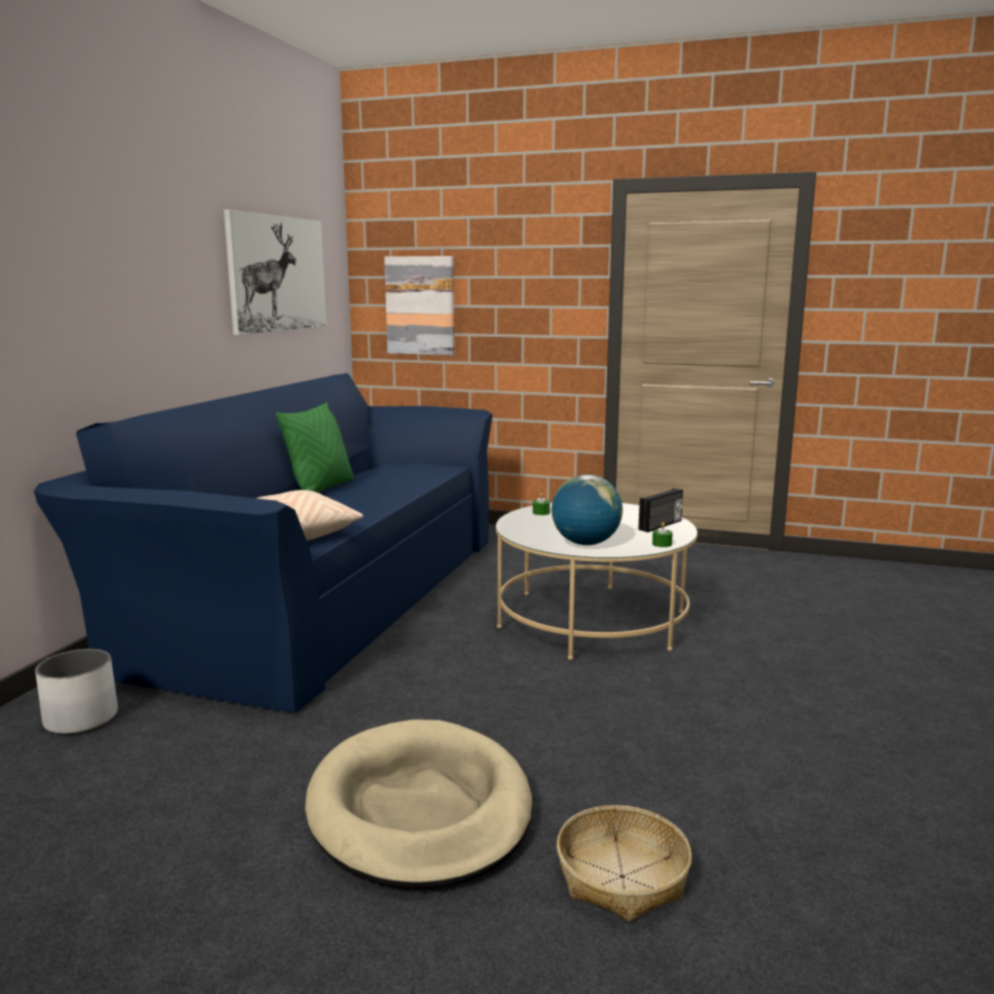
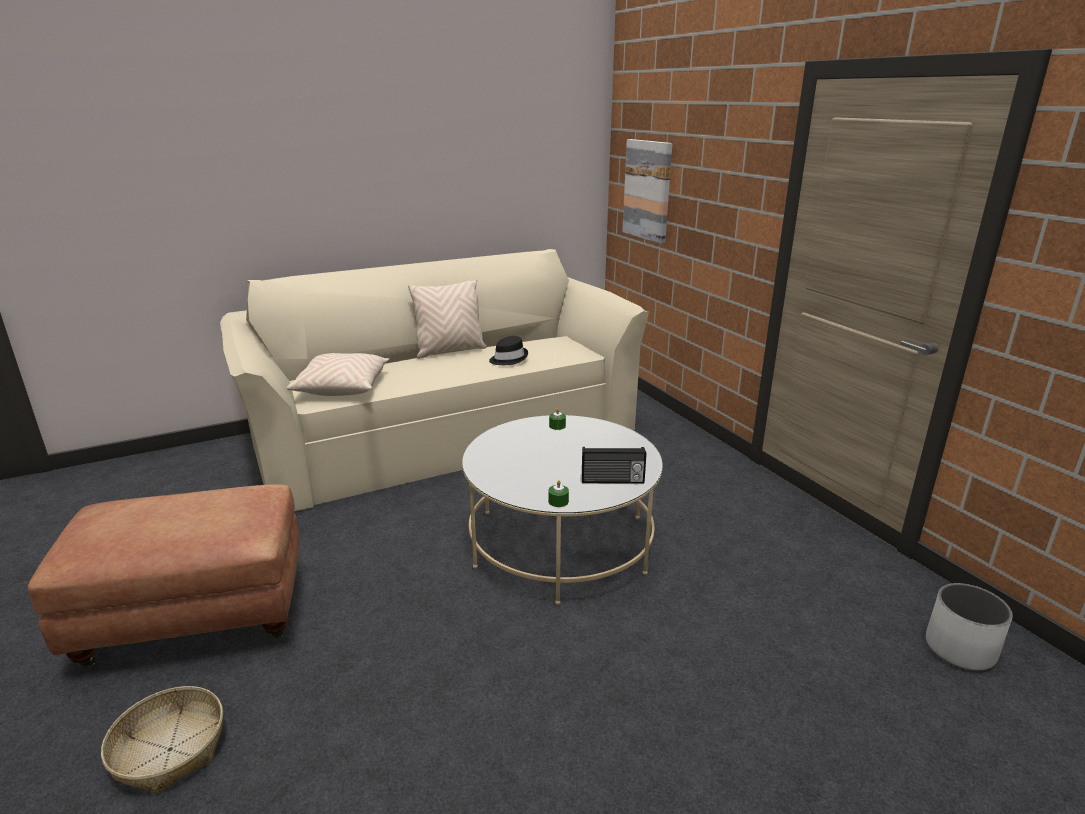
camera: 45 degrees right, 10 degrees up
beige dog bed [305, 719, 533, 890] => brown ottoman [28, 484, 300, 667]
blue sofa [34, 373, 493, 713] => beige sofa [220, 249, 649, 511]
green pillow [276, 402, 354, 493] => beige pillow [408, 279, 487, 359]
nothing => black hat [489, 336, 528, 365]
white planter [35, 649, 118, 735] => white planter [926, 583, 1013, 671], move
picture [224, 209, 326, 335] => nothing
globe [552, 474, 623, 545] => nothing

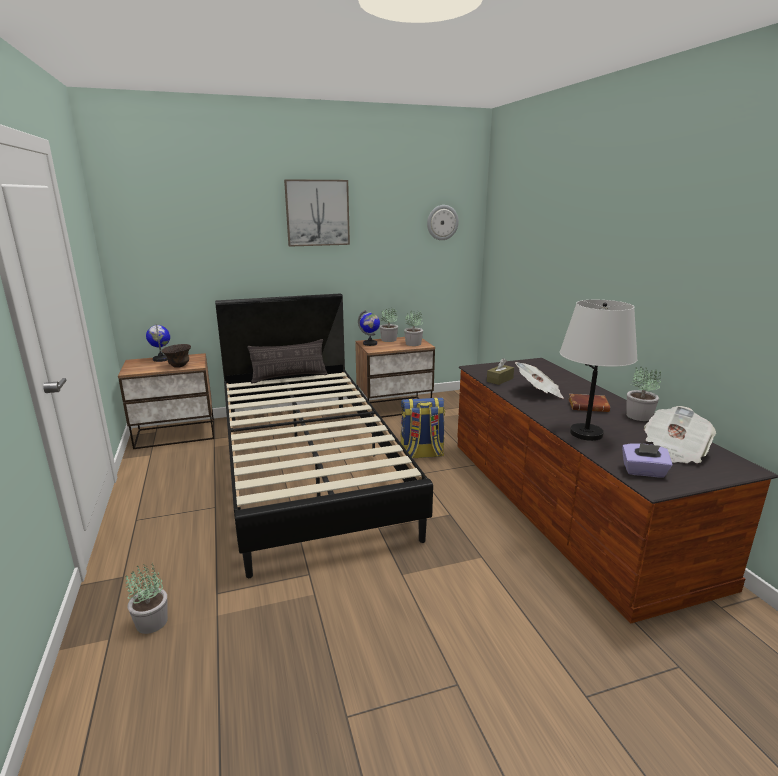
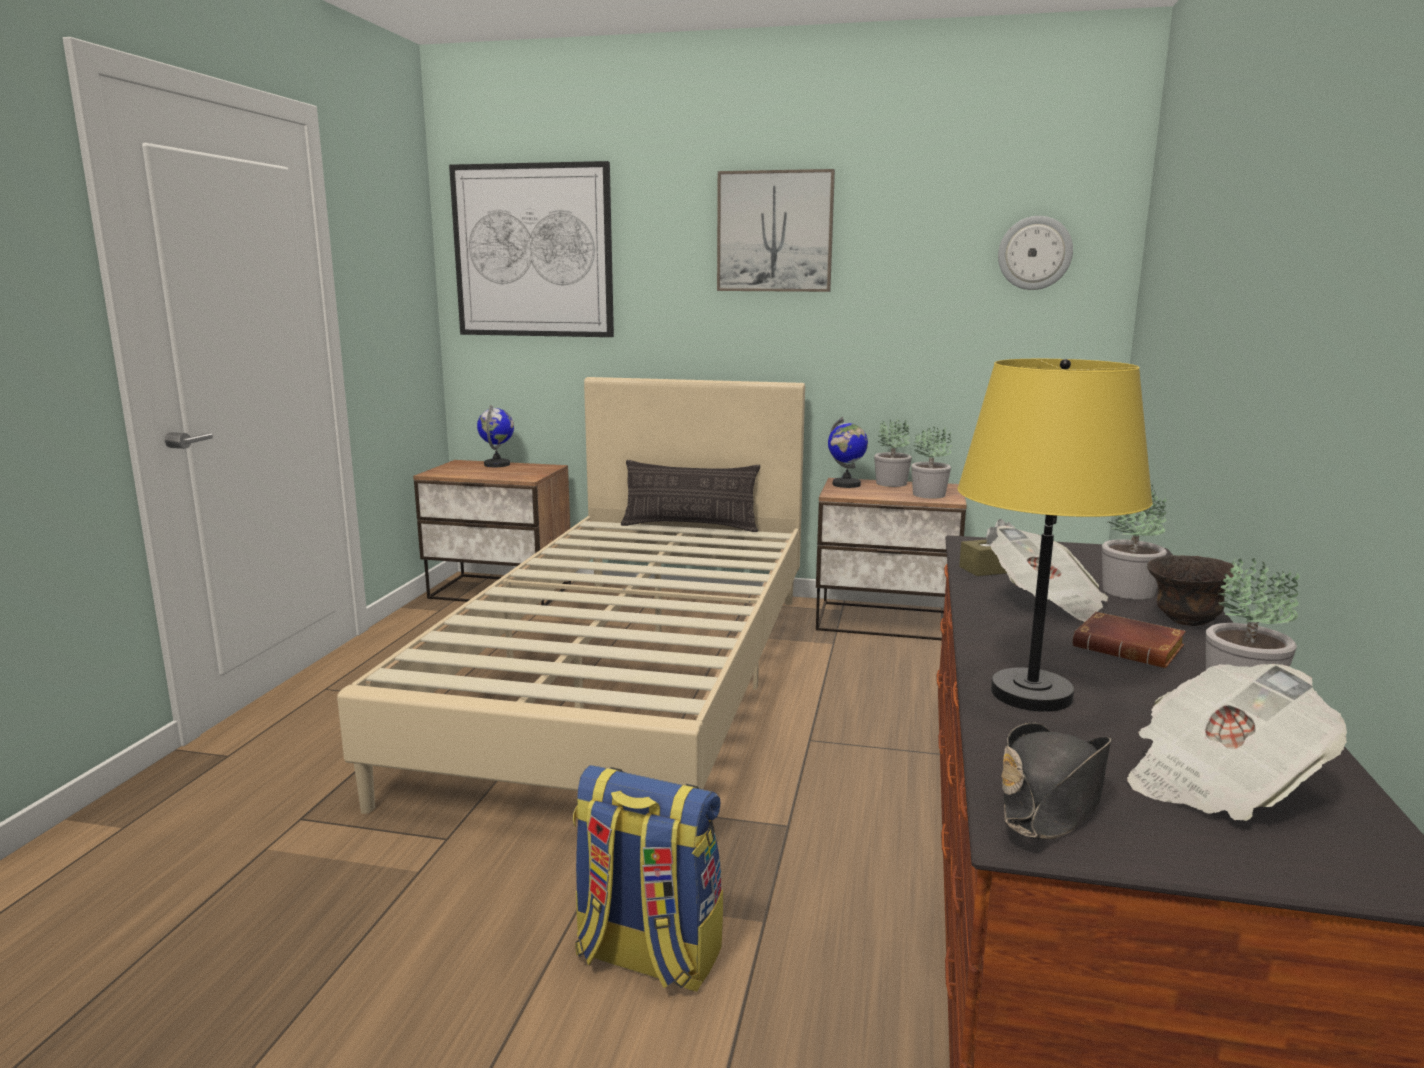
camera: 30 degrees right, 5 degrees down
black bed [215, 293, 433, 578] => beige bed [337, 377, 805, 814]
nothing => picture [449, 161, 614, 337]
backpack [401, 398, 445, 458] => backpack [573, 765, 723, 992], move
white table lamp [560, 300, 638, 441] => yellow table lamp [958, 359, 1153, 712]
purple tissue box [622, 443, 673, 478] => black hat [1001, 722, 1111, 839]
potted plant [125, 561, 168, 634] => potted plant [1102, 484, 1167, 599], move
brown bowl [161, 344, 191, 368] => brown bowl [1147, 555, 1241, 626], move

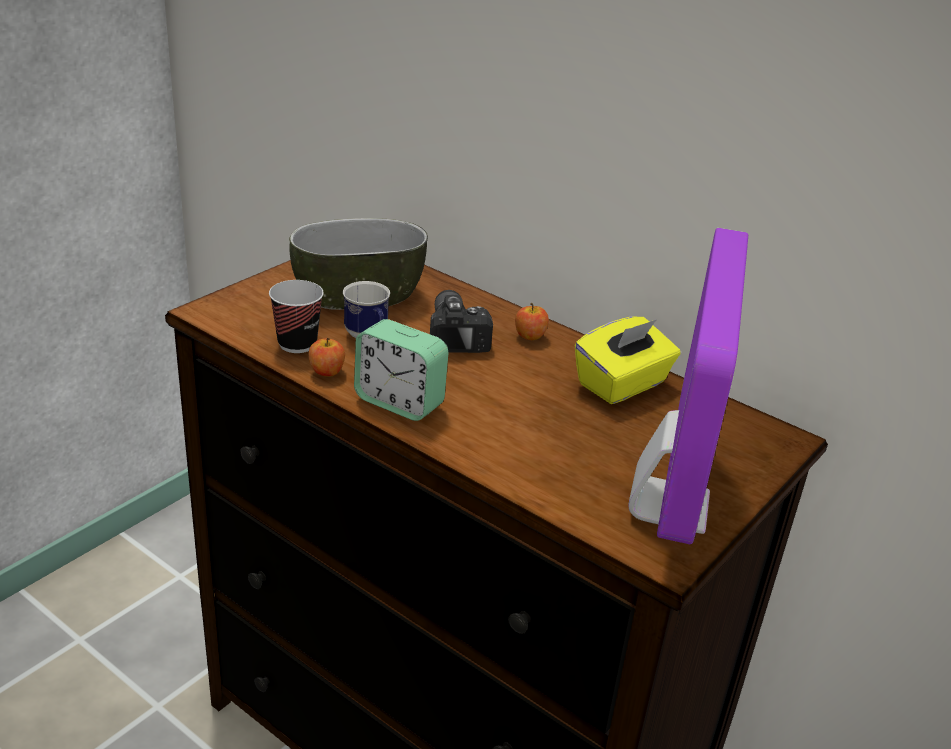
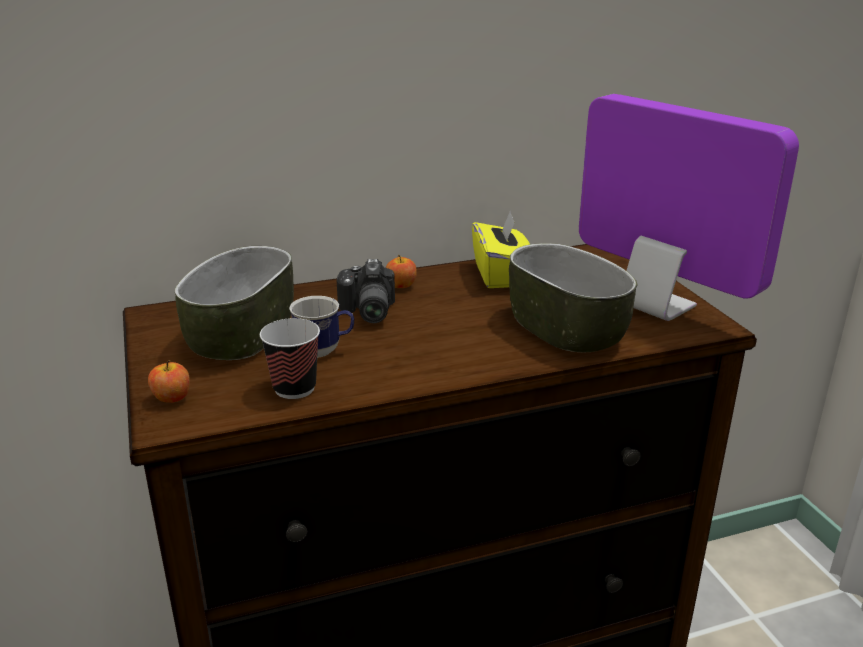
camera: 55 degrees left, 5 degrees down
apple [309, 338, 345, 377] => apple [148, 360, 190, 403], move
photo camera [430, 290, 493, 353] => photo camera [337, 259, 395, 323], 120 degrees counterclockwise
nothing => bowl [509, 243, 638, 352]
alarm clock [354, 319, 449, 421] => nothing

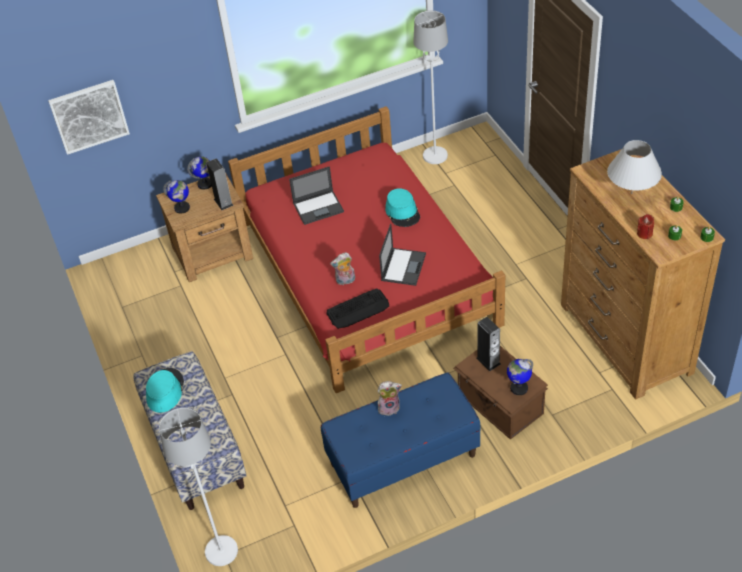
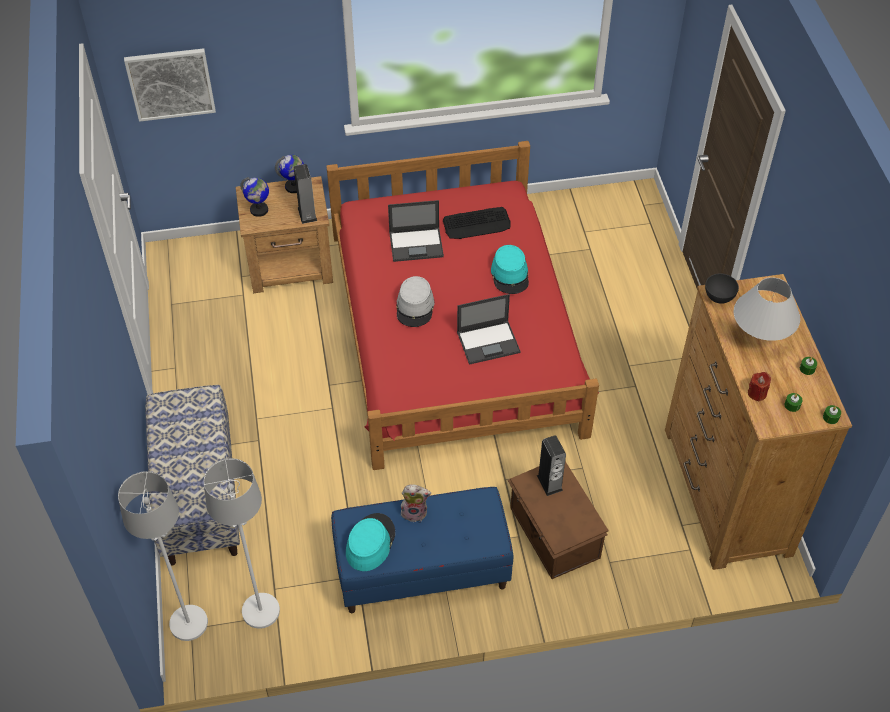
camera: 10 degrees right, 5 degrees up
white floor lamp [413, 10, 448, 164] => white floor lamp [204, 458, 280, 629], move
turquoise hat [146, 368, 184, 413] => turquoise hat [346, 513, 395, 571], move
nothing => grey hat [396, 276, 435, 327]
keyboard [326, 288, 389, 329] => keyboard [443, 207, 511, 239], move
laptop [379, 224, 426, 286] => laptop [457, 294, 521, 365], 45 degrees clockwise
nothing => grey bowl [705, 274, 739, 304]
plush toy [330, 252, 355, 285] => nothing
globe [507, 359, 533, 395] => nothing

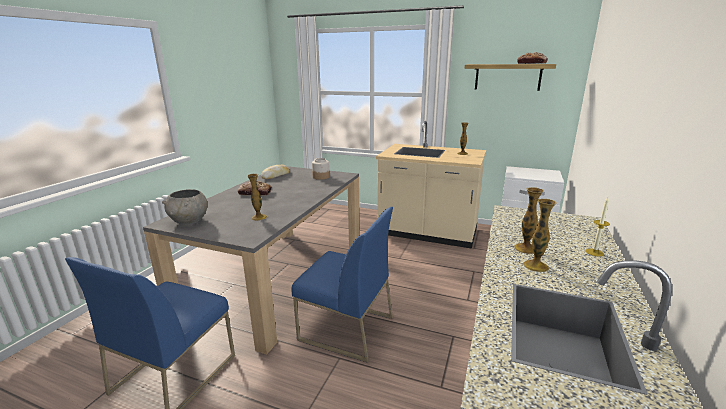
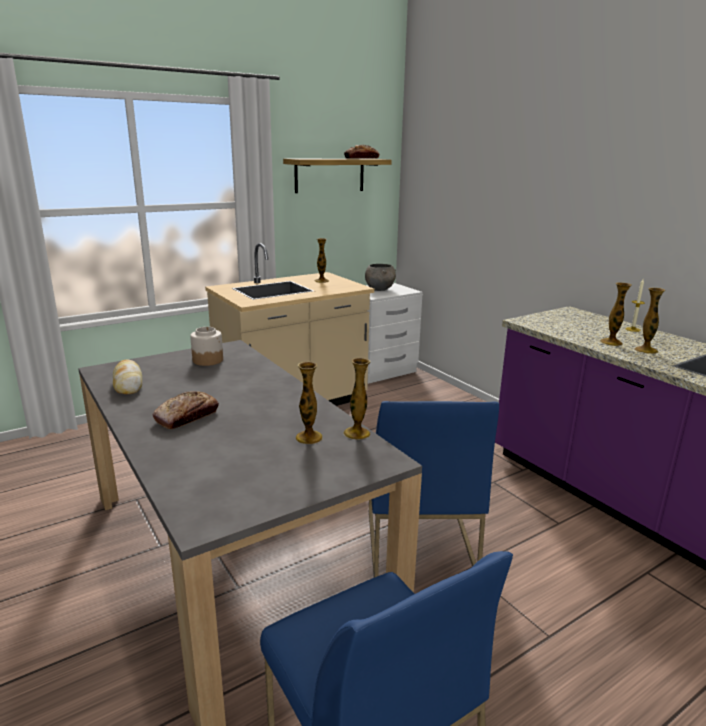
camera: 55 degrees left, 0 degrees up
nothing => vase [343, 358, 371, 440]
grey bowl [162, 189, 207, 225] => grey bowl [365, 264, 396, 291], move
blue chair [292, 207, 393, 362] => blue chair [369, 401, 499, 578], 120 degrees clockwise

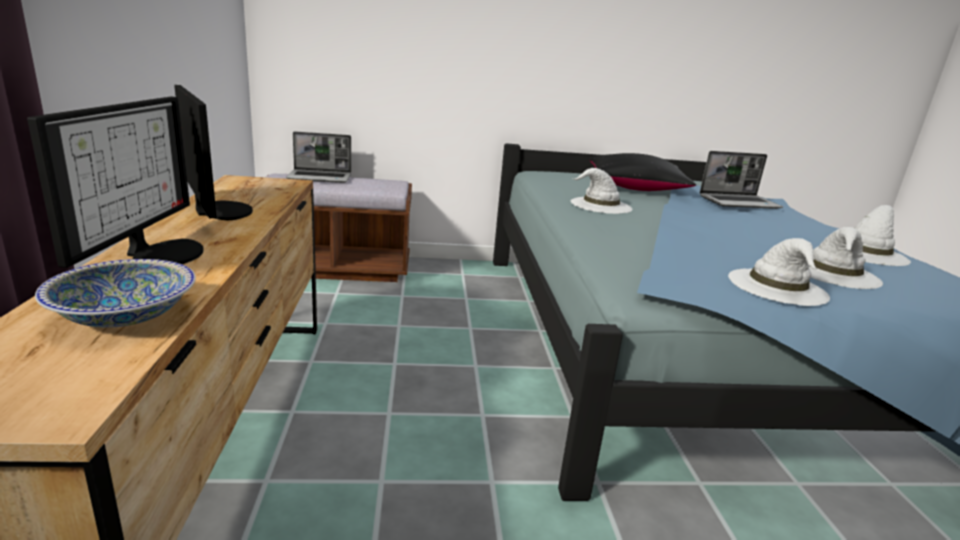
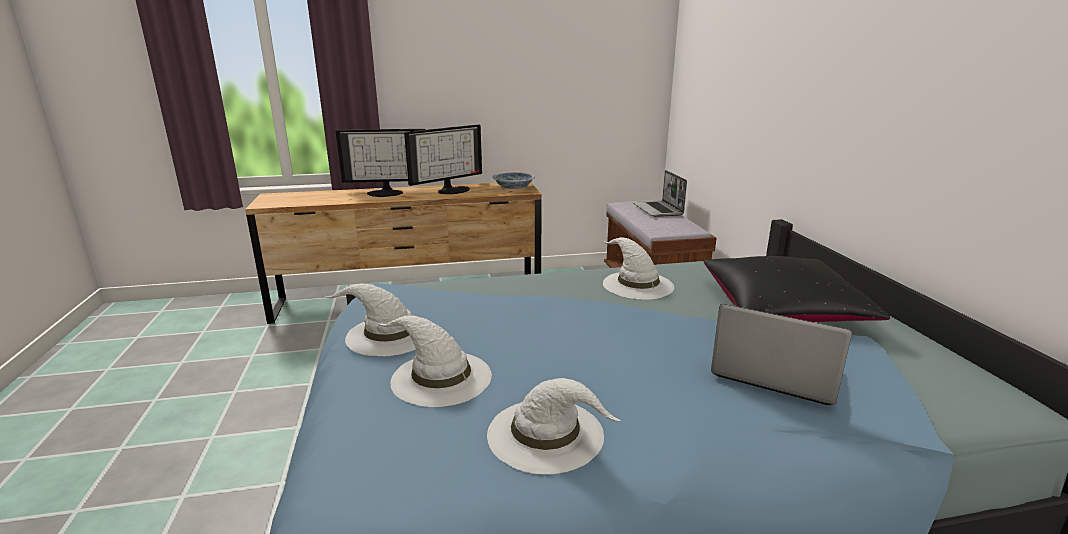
camera: 85 degrees right, 0 degrees up
bowl [35, 259, 196, 328] => bowl [492, 172, 535, 189], move
laptop [700, 151, 783, 209] => laptop [711, 304, 852, 405], 135 degrees clockwise

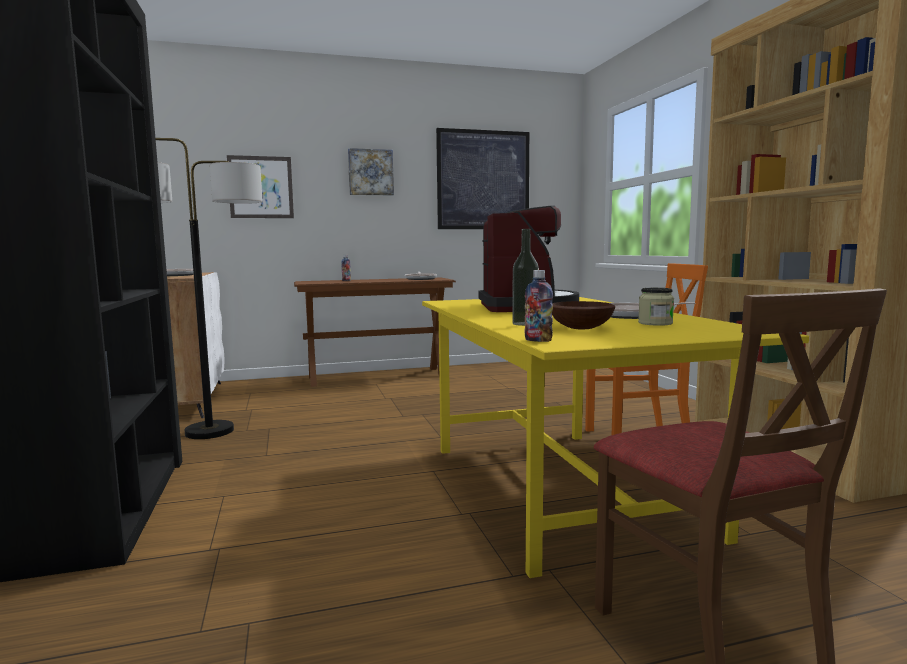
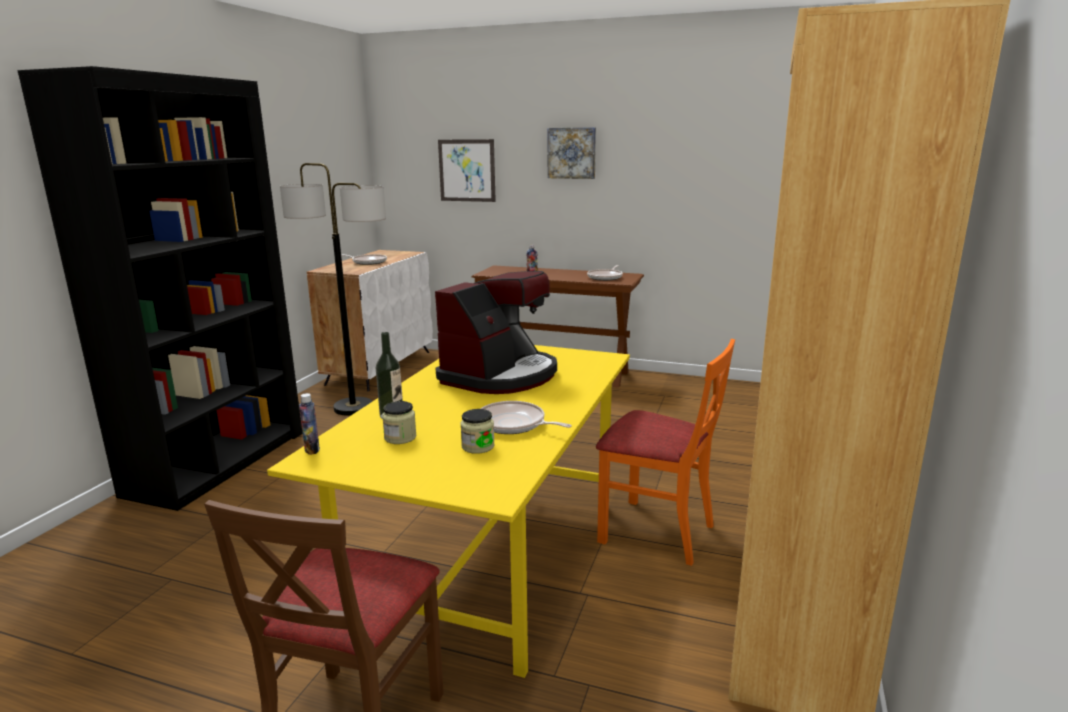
camera: 35 degrees right, 10 degrees up
brown bowl [552, 301, 615, 330] => jar [382, 401, 417, 444]
picture [436, 128, 529, 229] => nothing

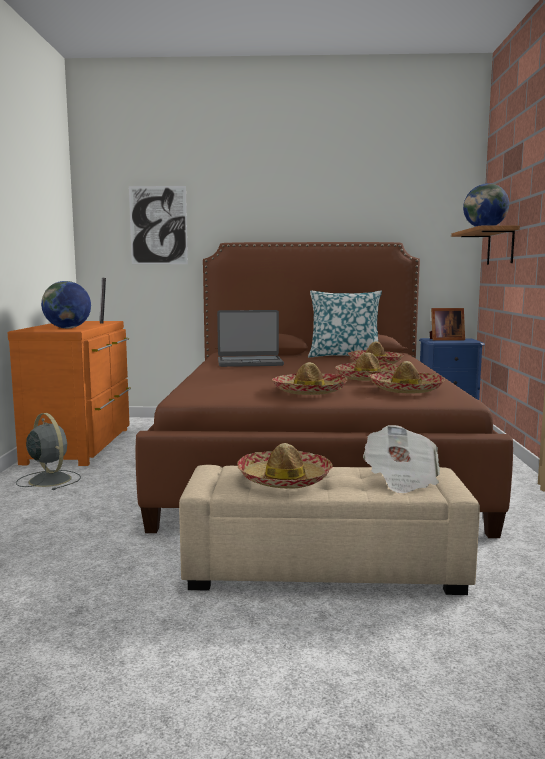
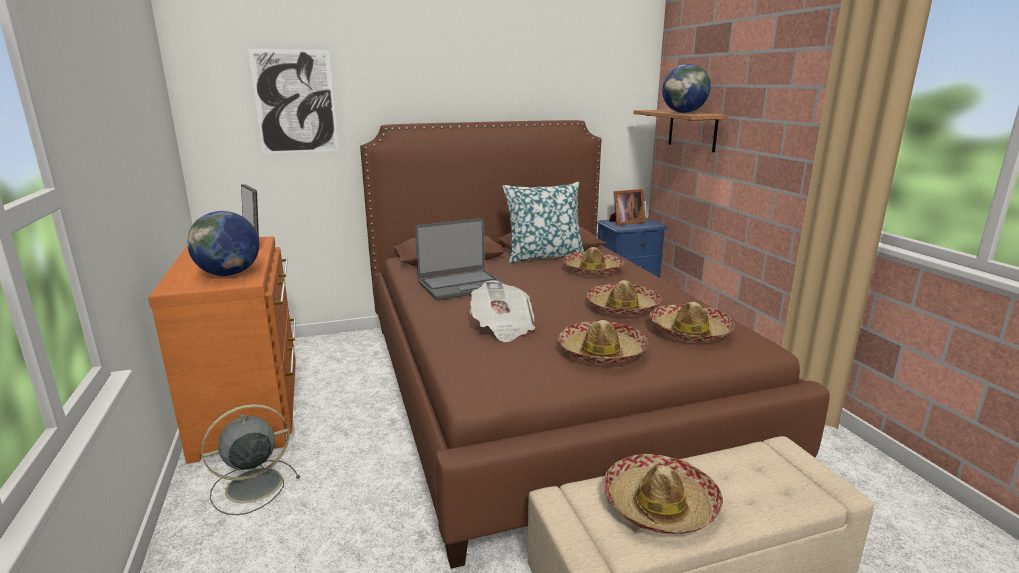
camera: 20 degrees left, 10 degrees up
grey fan [16, 413, 81, 490] => grey fan [201, 404, 300, 515], 60 degrees counterclockwise
newspaper [363, 425, 440, 493] => newspaper [470, 280, 535, 342], move

